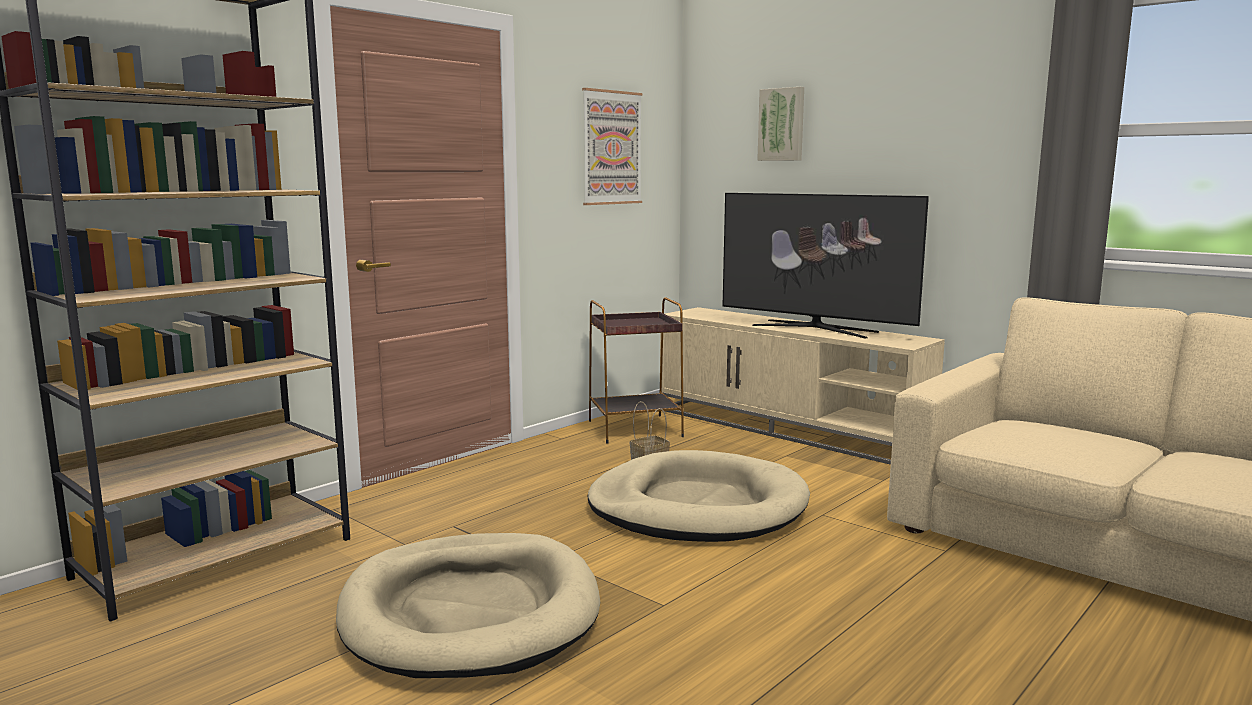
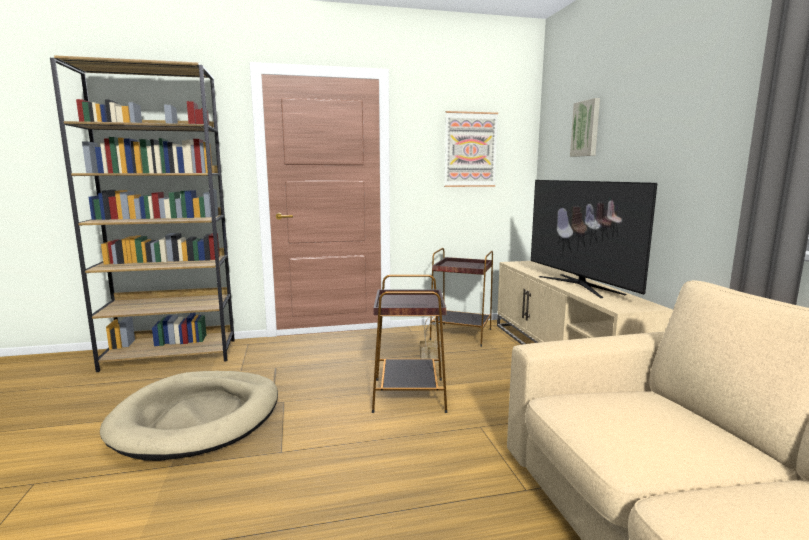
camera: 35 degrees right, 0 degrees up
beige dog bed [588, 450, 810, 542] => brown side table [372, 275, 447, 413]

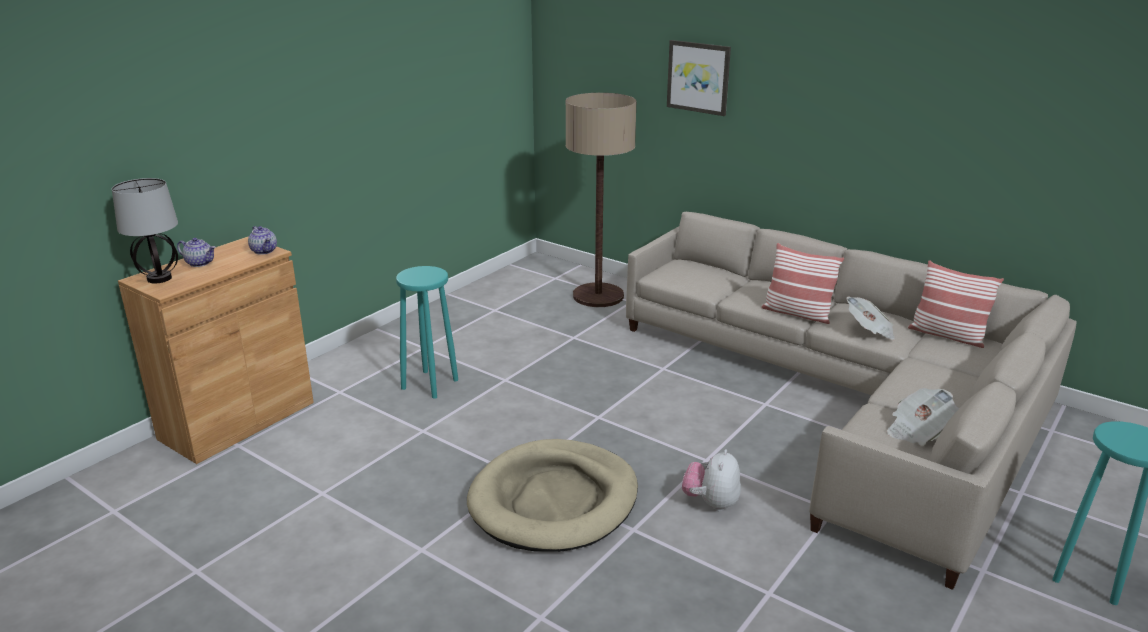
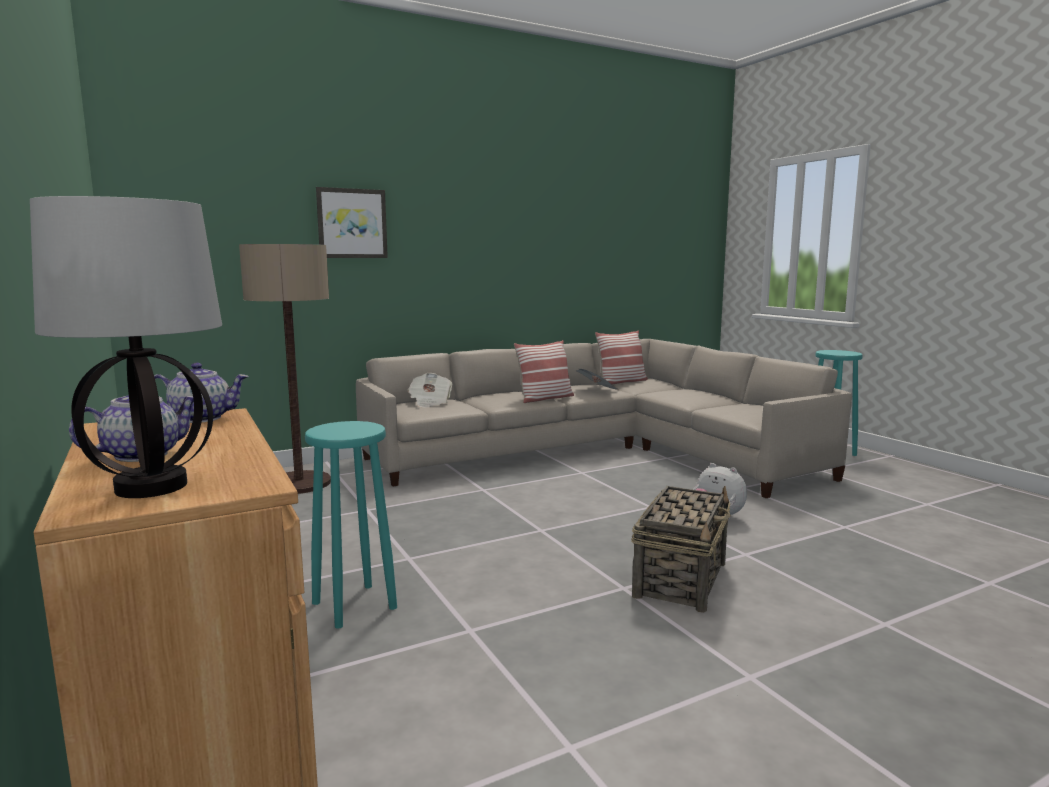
camera: 65 degrees left, 15 degrees down
newspaper [887, 388, 959, 446] => newspaper [408, 373, 453, 408], move
beige dog bed [467, 439, 638, 552] => basket [631, 486, 731, 613]

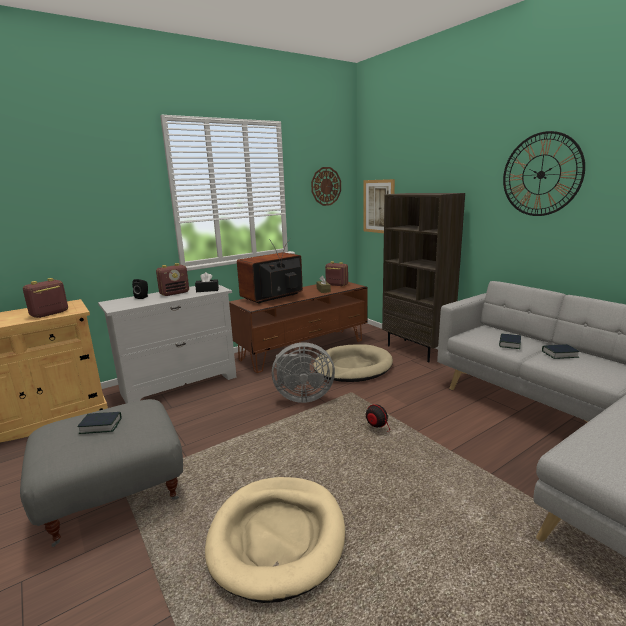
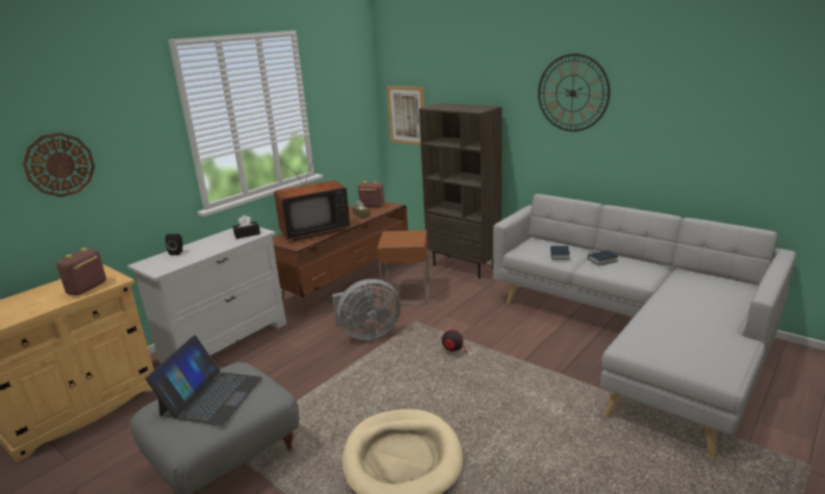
camera: 15 degrees left, 5 degrees up
wall clock [311, 167, 341, 206] => wall clock [23, 133, 95, 197], move
book [77, 412, 121, 434] => laptop [145, 335, 262, 426]
television [237, 238, 303, 304] => television [274, 159, 350, 241], 150 degrees counterclockwise
beige dog bed [313, 344, 393, 382] => brown side table [377, 230, 429, 305]
radio [156, 263, 189, 296] => nothing

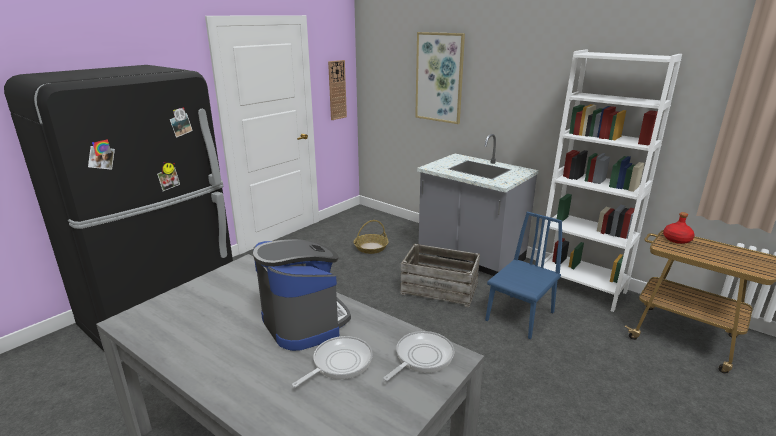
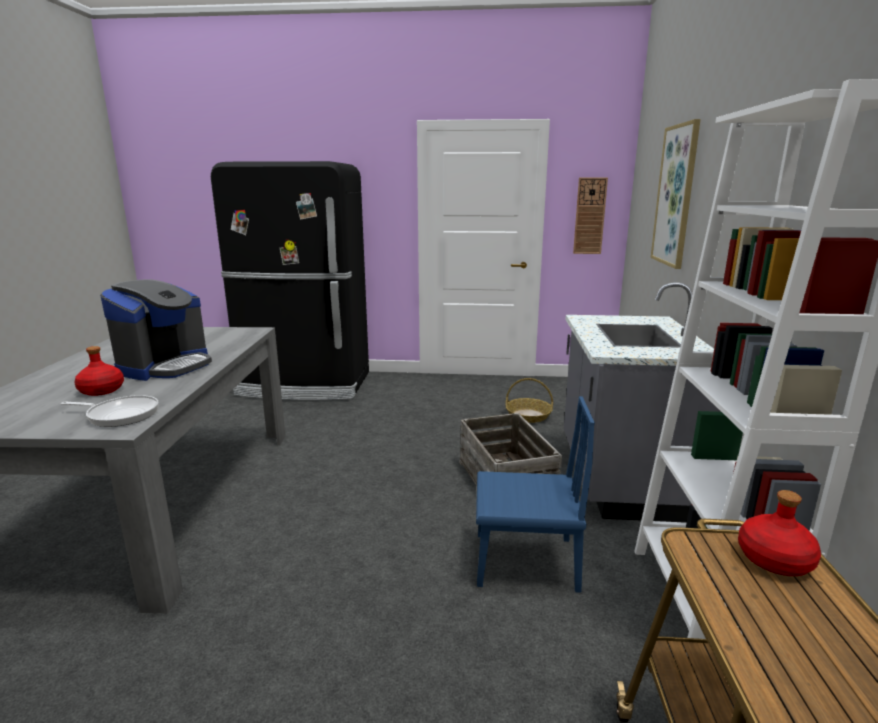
camera: 55 degrees right, 5 degrees down
frying pan [292, 336, 373, 387] => red bottle [74, 346, 124, 396]

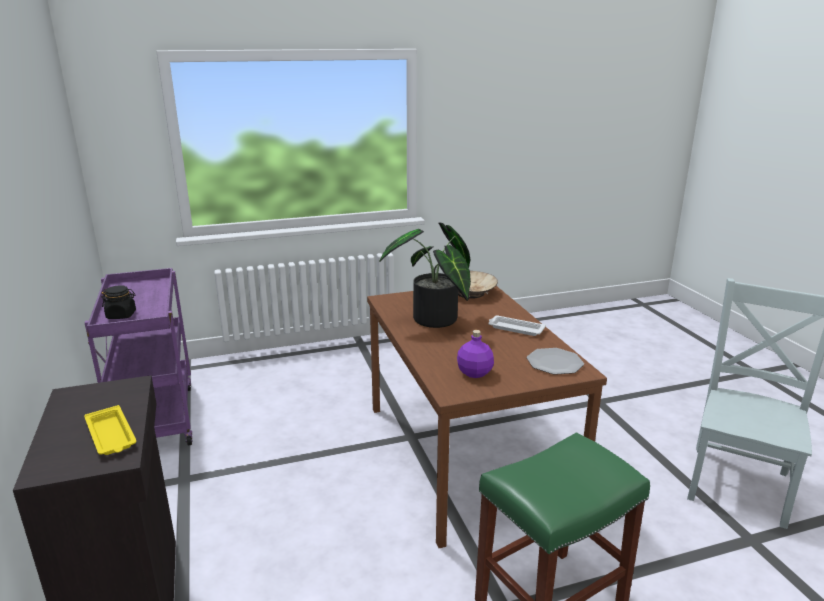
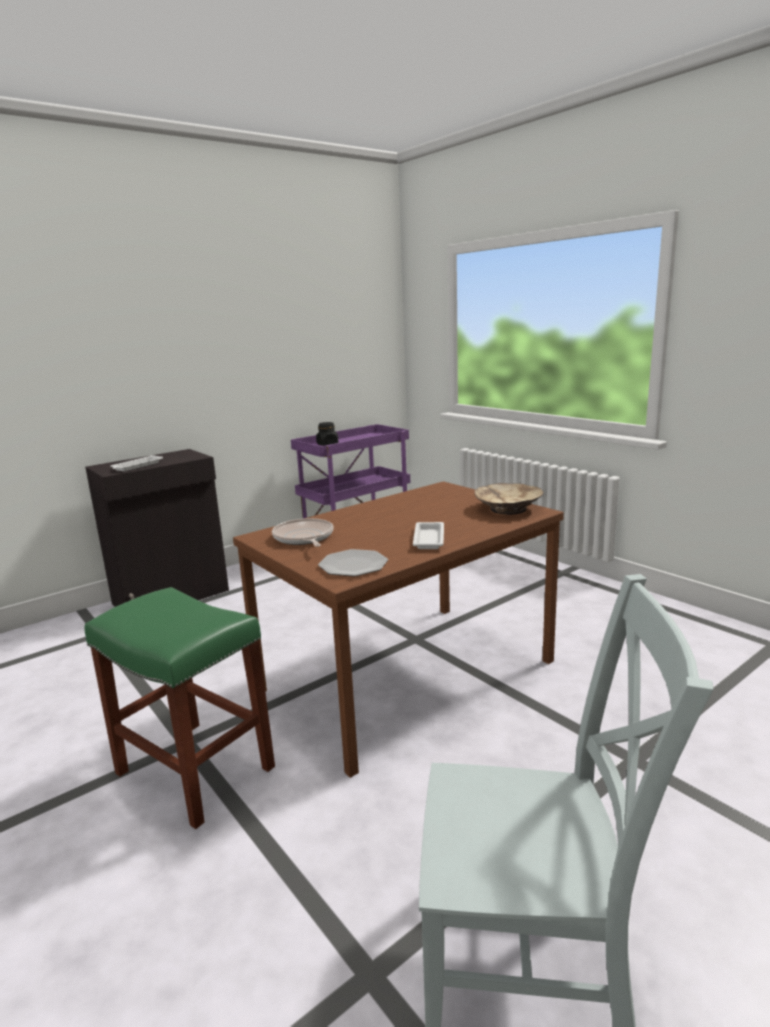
camera: 70 degrees right, 5 degrees down
yellow tray [84, 405, 137, 455] => white tray [110, 455, 163, 471]
purple bottle [457, 330, 494, 378] => frying pan [272, 518, 333, 547]
potted plant [379, 222, 471, 328] => nothing

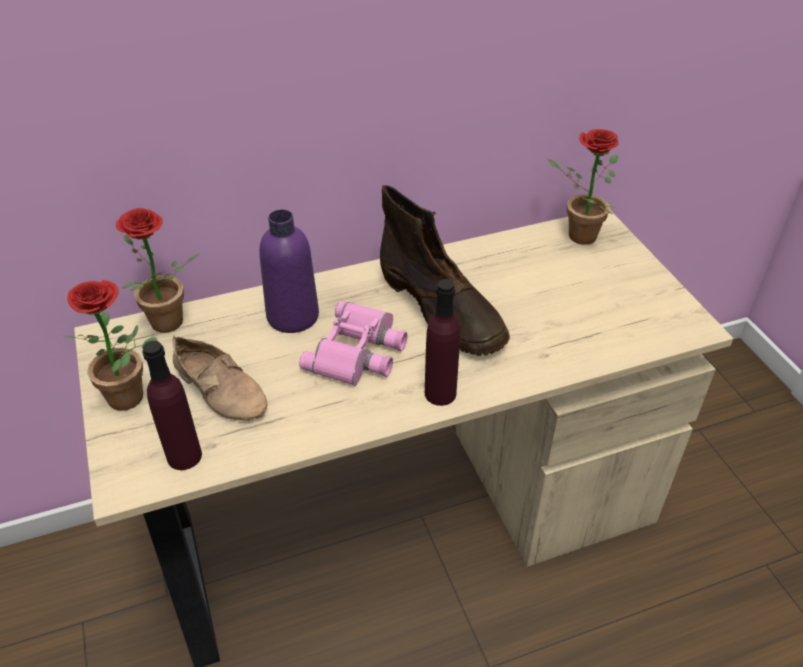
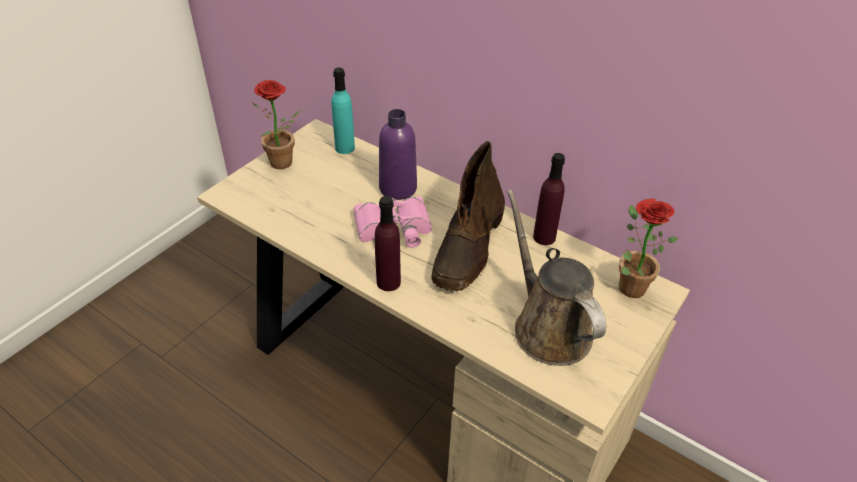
camera: 55 degrees right, 0 degrees up
potted plant [116, 208, 200, 333] => turquoise bottle [331, 68, 355, 154]
nothing => brown watering can [507, 189, 606, 366]
purple bottle [142, 341, 202, 470] => purple bottle [533, 153, 565, 245], move
beige shoe [172, 336, 268, 421] => nothing

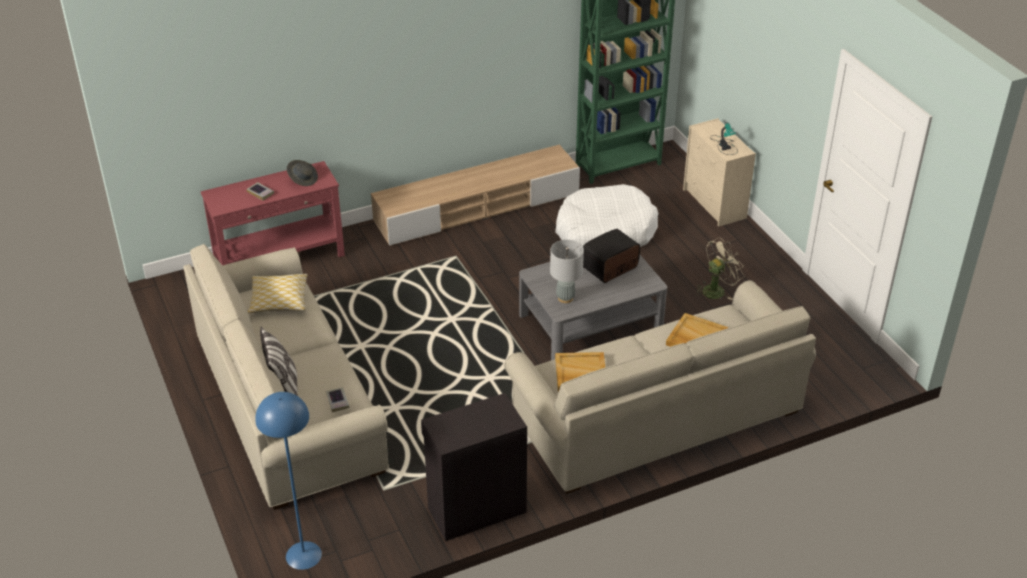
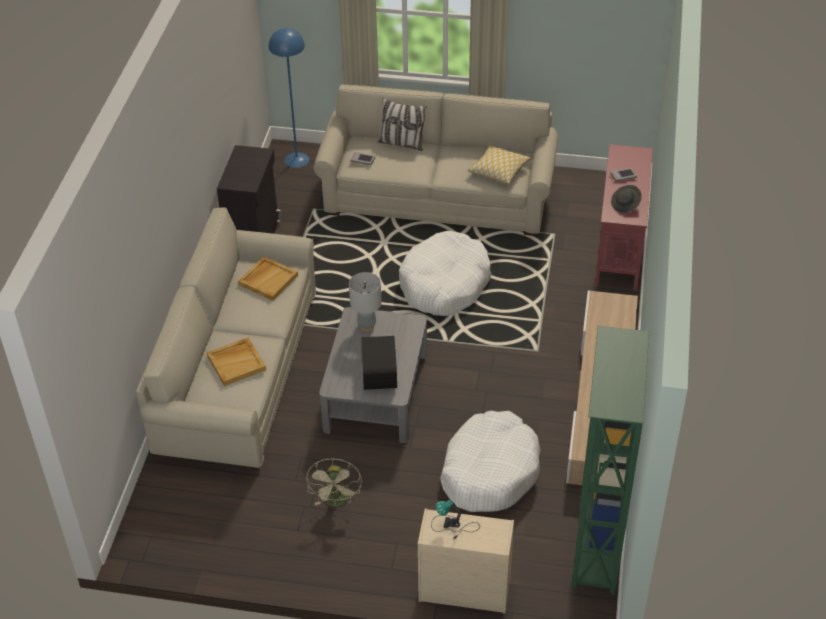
camera: 125 degrees right, 5 degrees up
nothing => white dog bed [399, 231, 491, 316]

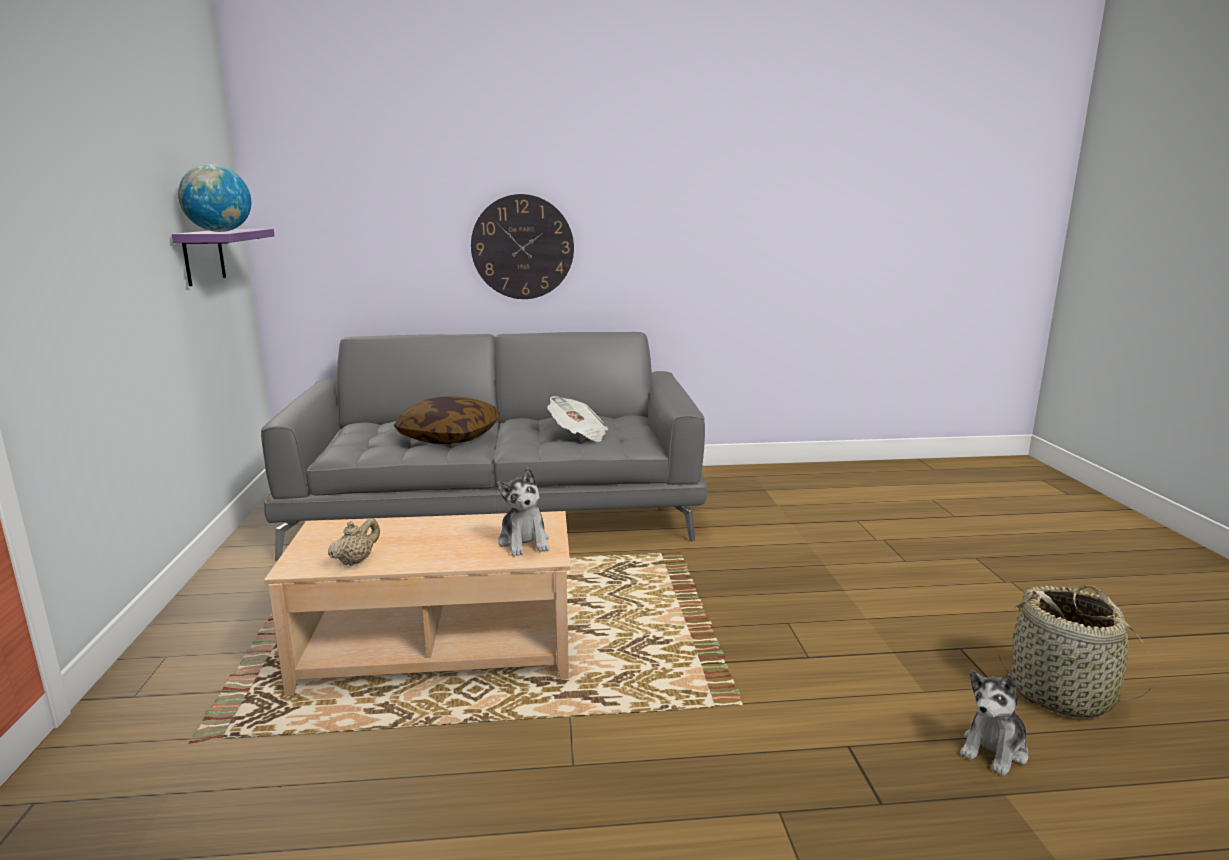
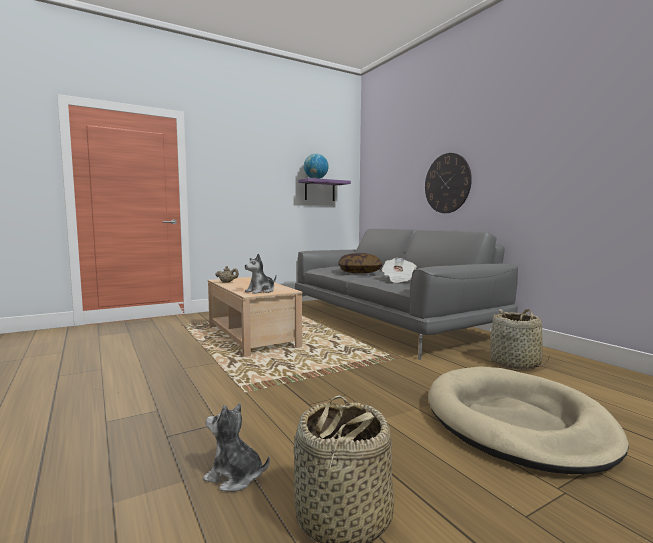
camera: 65 degrees right, 10 degrees down
nothing => beige dog bed [428, 366, 629, 474]
nothing => basket [490, 309, 550, 369]

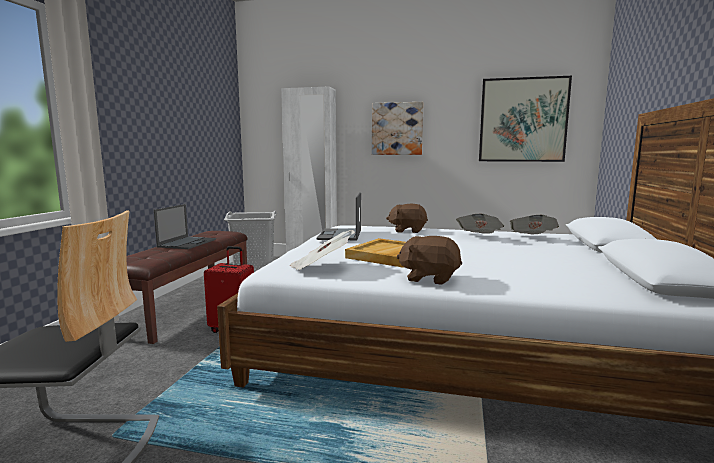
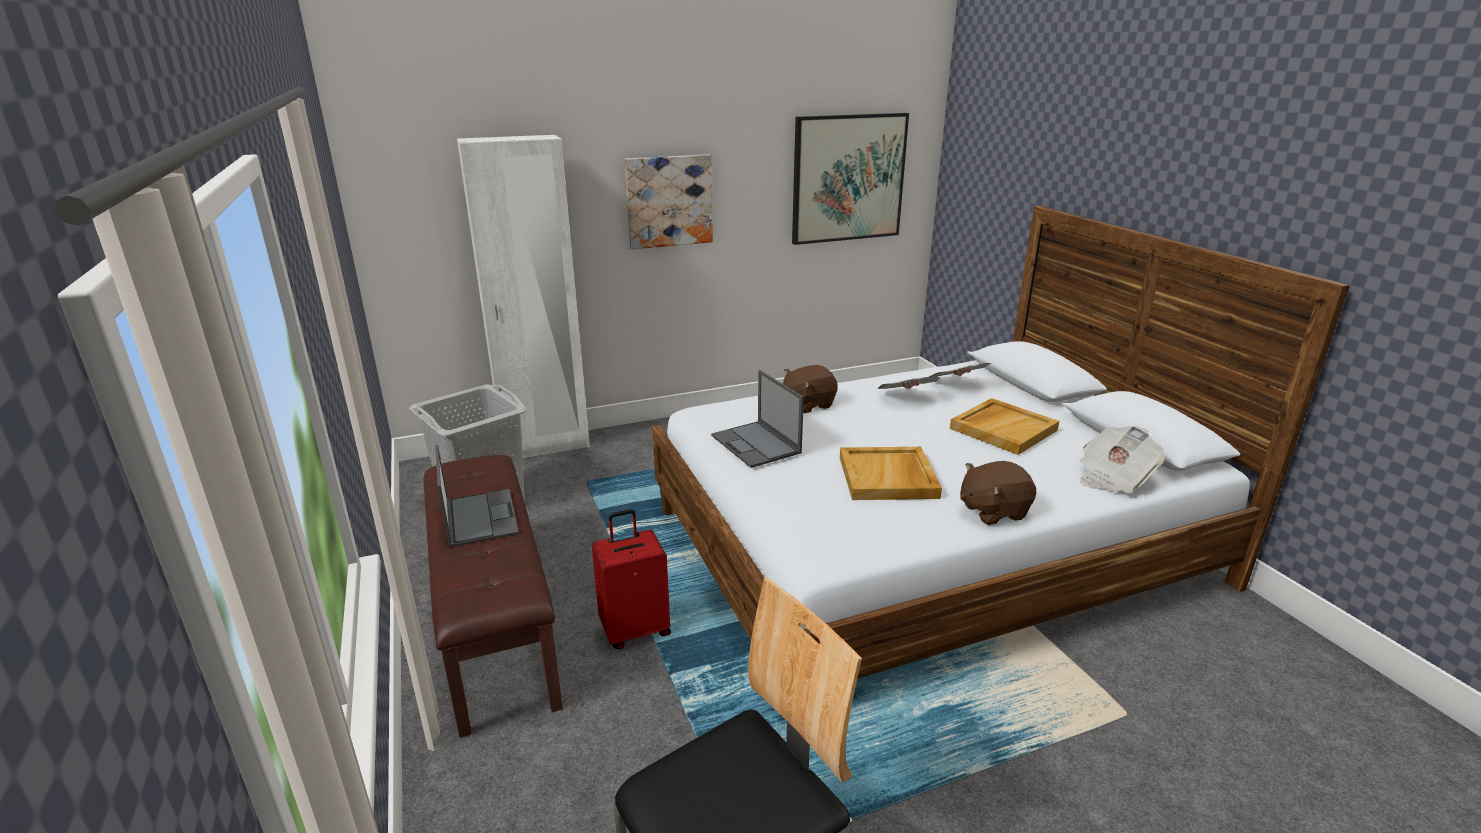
camera: 35 degrees left, 15 degrees up
nothing => beige tray [950, 398, 1059, 455]
newspaper [290, 230, 355, 270] => newspaper [1080, 426, 1165, 494], move

